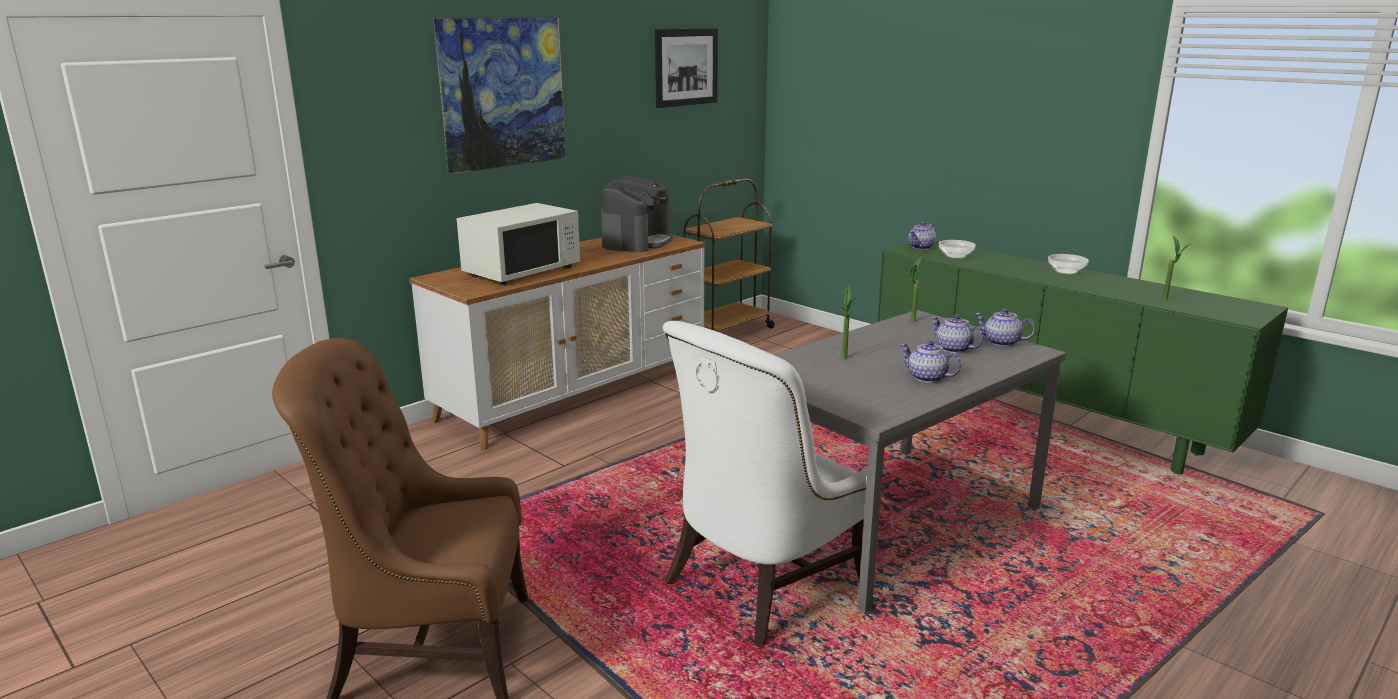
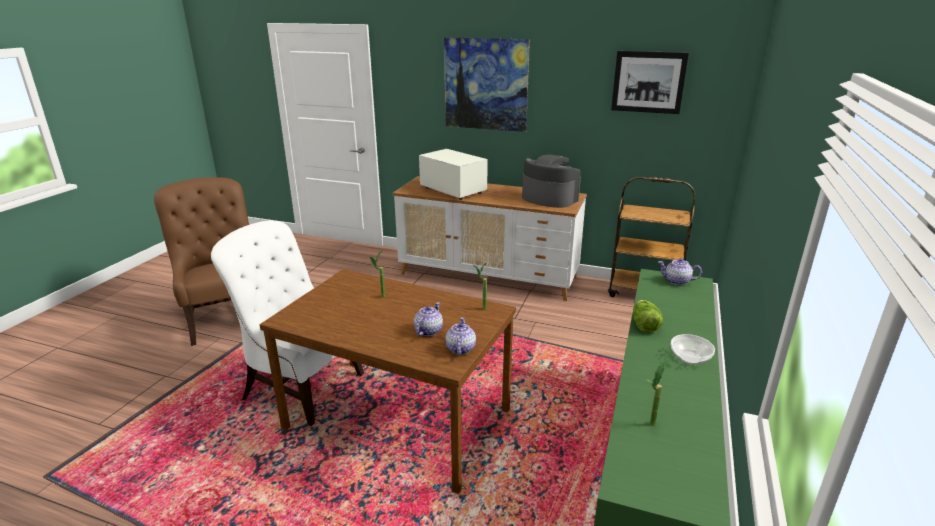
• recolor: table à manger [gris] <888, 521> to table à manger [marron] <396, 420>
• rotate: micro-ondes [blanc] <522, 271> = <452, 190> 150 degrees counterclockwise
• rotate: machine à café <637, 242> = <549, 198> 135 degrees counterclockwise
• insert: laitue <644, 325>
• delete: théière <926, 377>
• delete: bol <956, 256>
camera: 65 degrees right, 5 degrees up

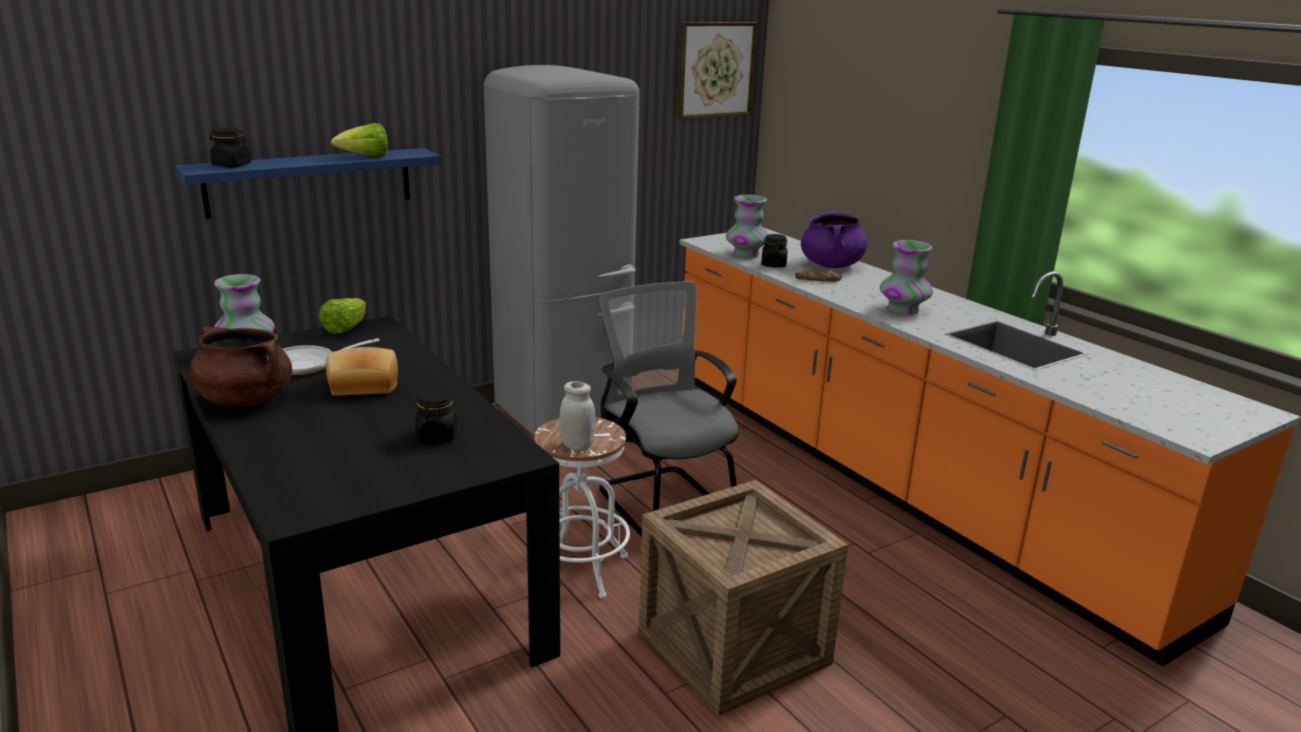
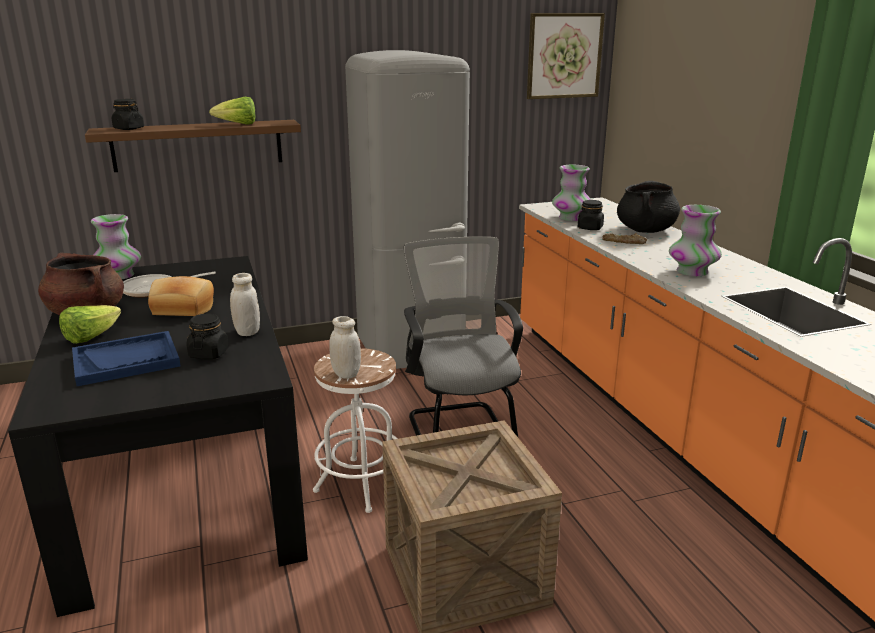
• move: laitue <345, 328> to <91, 337>
• insert: plateau [bleu] <126, 360>
• recolor: étagère [bleu] <310, 182> to étagère [marron] <198, 145>
• insert: bocal [blanc] <247, 332>
• recolor: marmite [violet] <831, 265> to marmite [noir] <645, 230>
camera: 15 degrees right, 0 degrees up

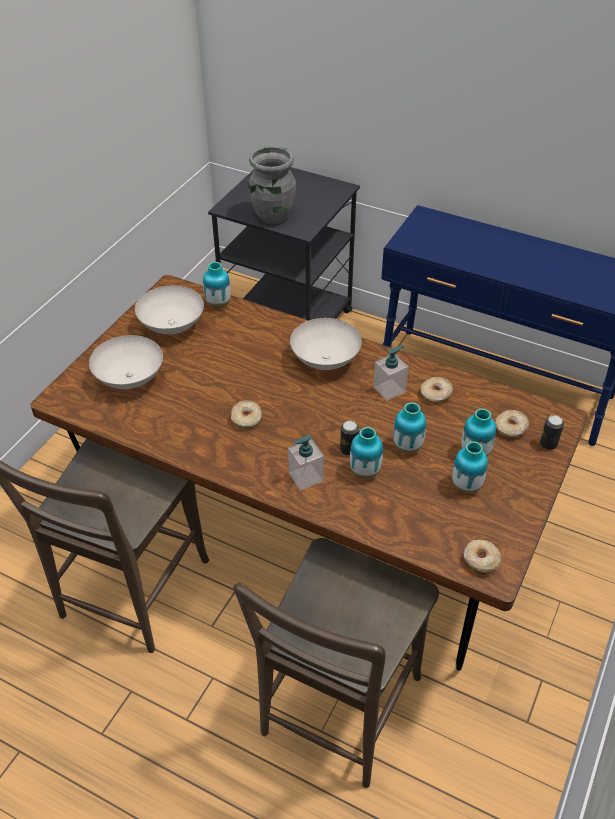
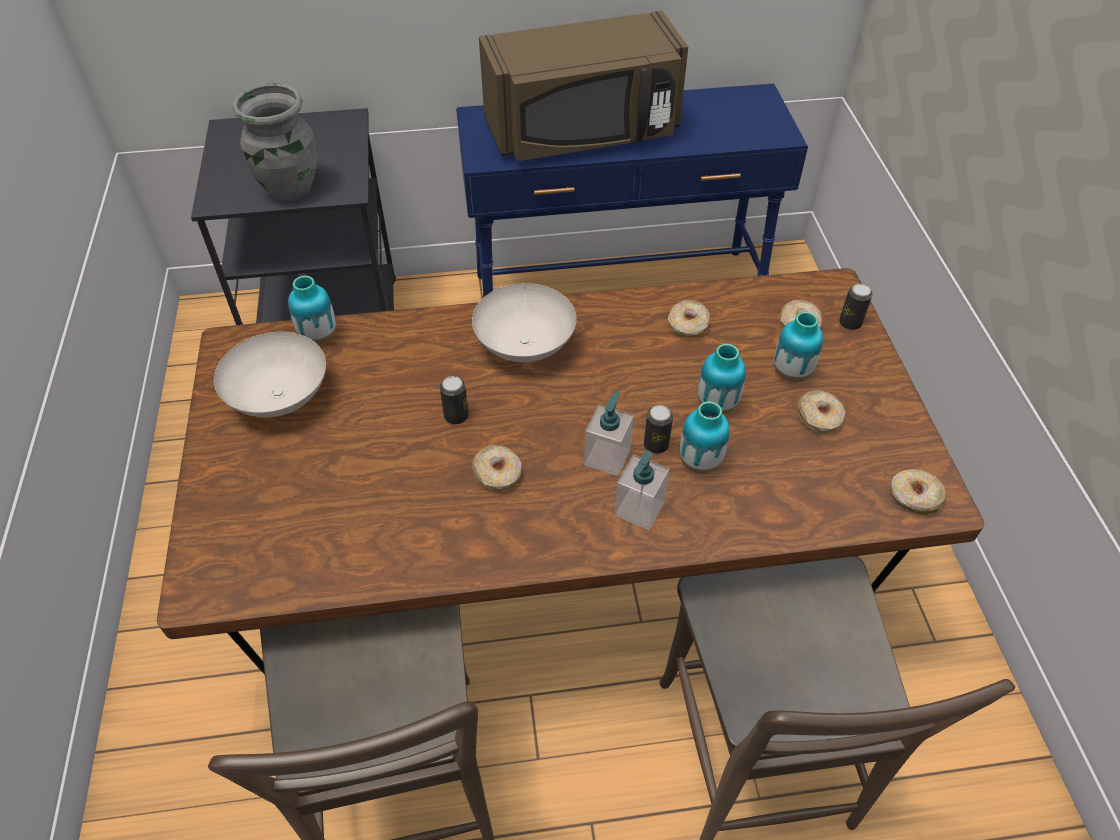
• insert: boîte métallique <456, 416>
• insert: micro-ondes [marron] <584, 132>
• move: distributeur de savon <389, 389> to <607, 457>
• replace: vase <466, 486> to beignet <819, 418>
• delete: bol [blanc] <131, 379>
camera: 35 degrees left, 5 degrees up

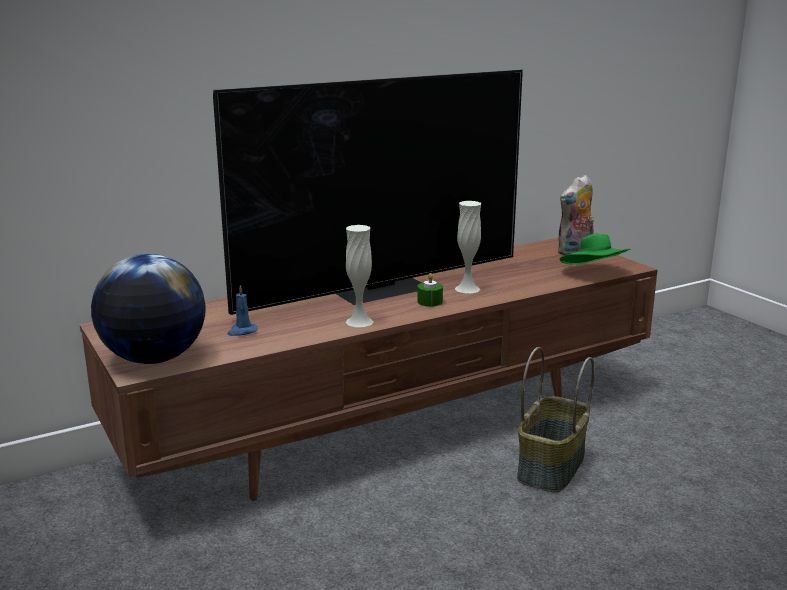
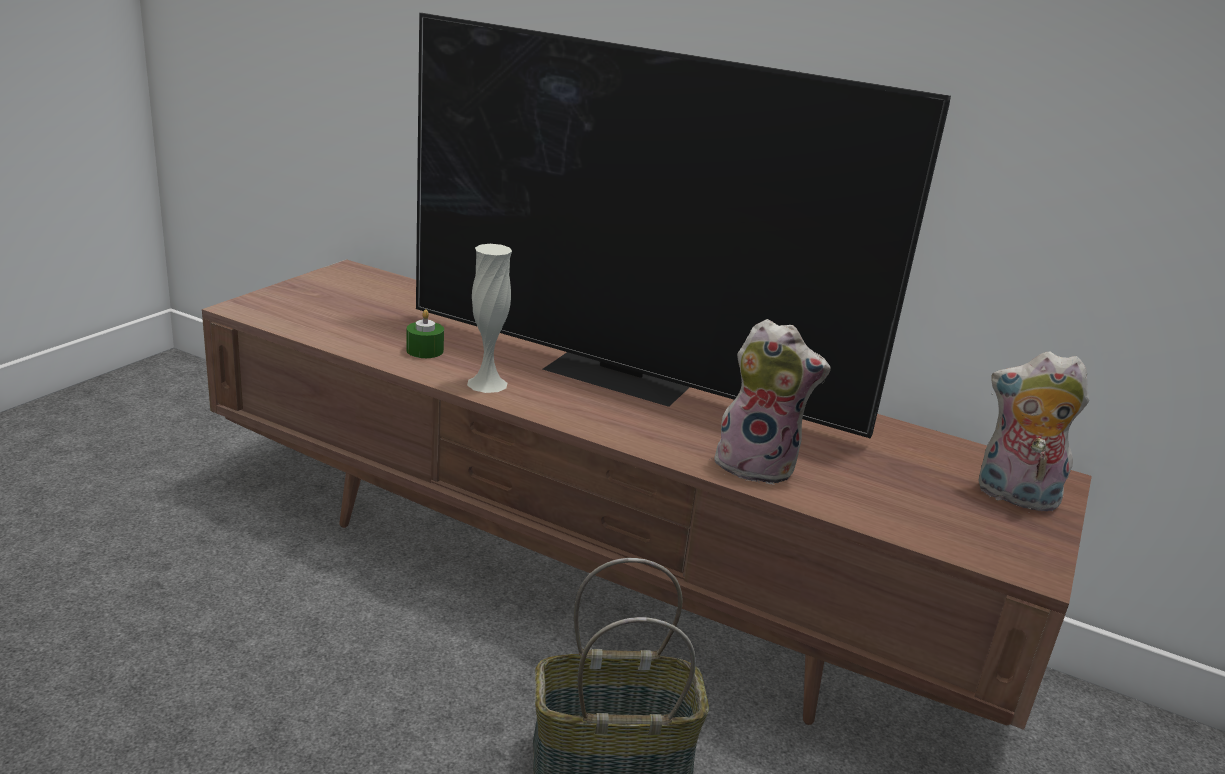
• move: bougie [vert] <430, 302> to <425, 350>
• insert: peluche <757, 466>
• delete: globe <154, 359>
• delete: bougie [bleu] <242, 331>
• delete: vase [blanc] <467, 289>
• delete: chapeau [vert] <594, 273>
camera: 55 degrees right, 5 degrees up

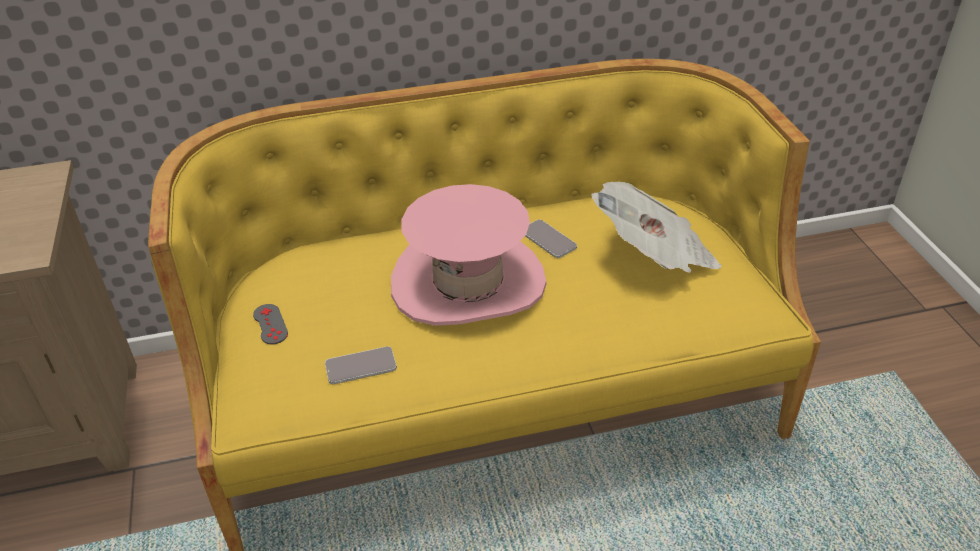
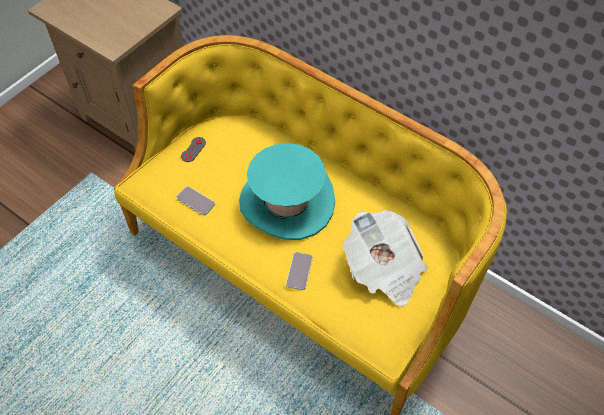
• recolor: chapeau [rose] <468, 282> to chapeau [turquoise] <287, 202>
• move: téléphone <548, 240> to <299, 271>
camera: 50 degrees right, 15 degrees up

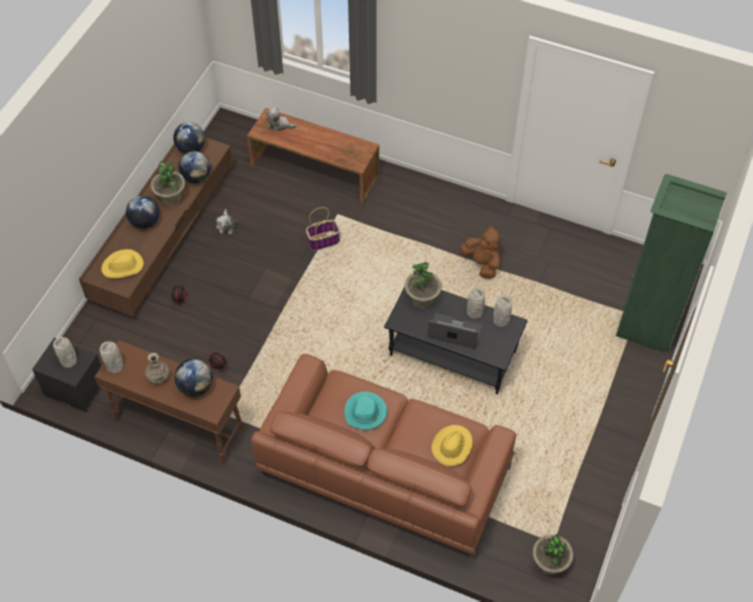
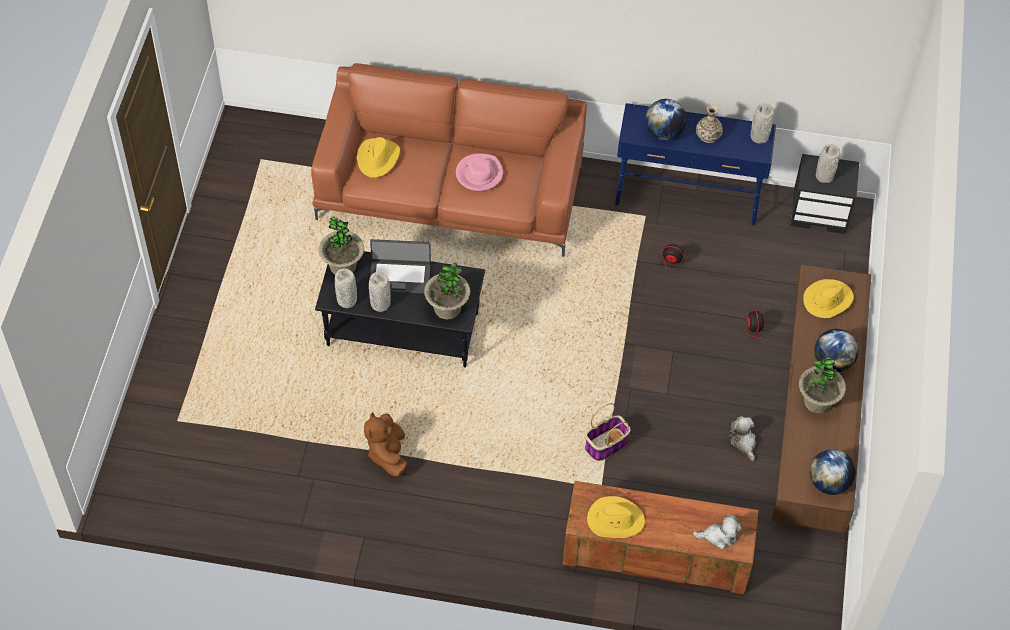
• move: plante en pot <549, 563> to <343, 266>
• rotate: peluche [marron] <482, 263> = <387, 454> 45 degrees clockwise
• recolor: chapeau [turquoise] <365, 412> to chapeau [rose] <479, 174>
• insert: chapeau [jaune] <615, 520>
• recolor: table console [marron] <179, 425> to table console [bleu] <687, 197>
• delete: globe <196, 177>
• delete: meuble de rangement [vert] <646, 329>
camera: 165 degrees right, 0 degrees up

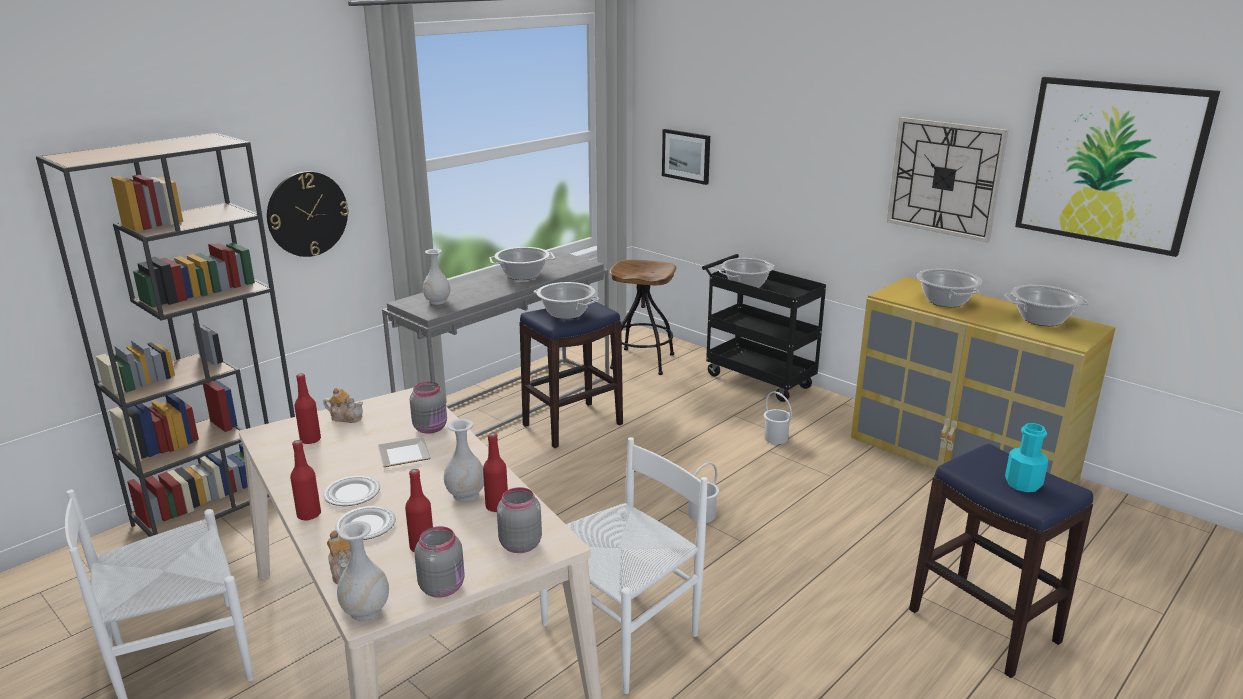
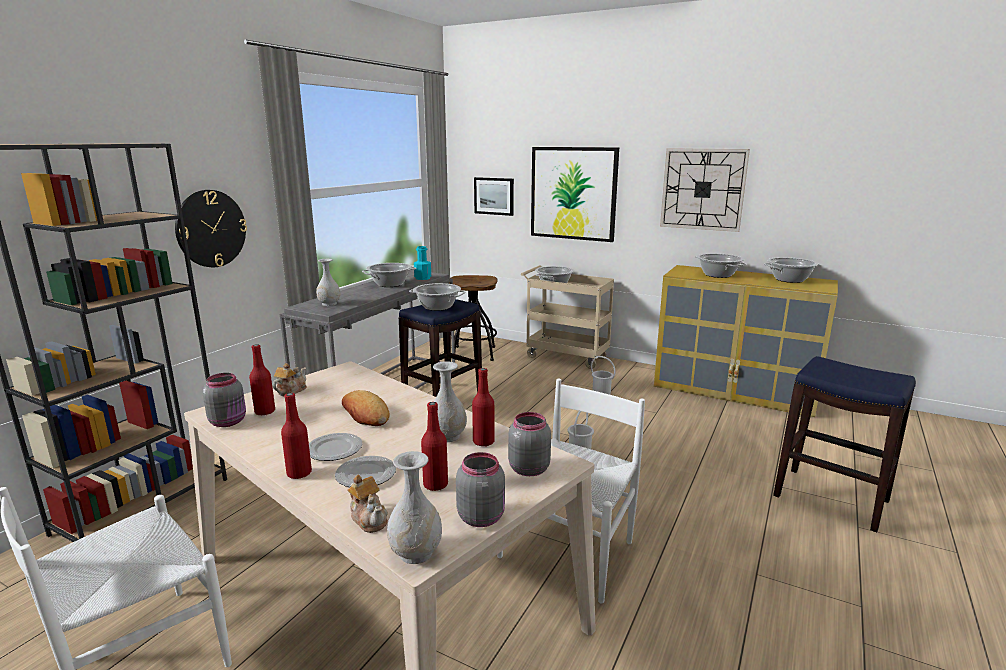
• move: bocal [gris] <431, 428> to <229, 422>
• rotate: théière <346, 417> = <291, 391> 60 degrees counterclockwise
• replace: assiette <402, 456> to pain <365, 414>
• move: bouteille [turquoise] <1023, 484> to <423, 278>
• recolor: chariot [noir] <756, 381> to chariot [beige] <564, 358>
• move: tableau <1110, 164> to <573, 193>
camera: 15 degrees left, 5 degrees down

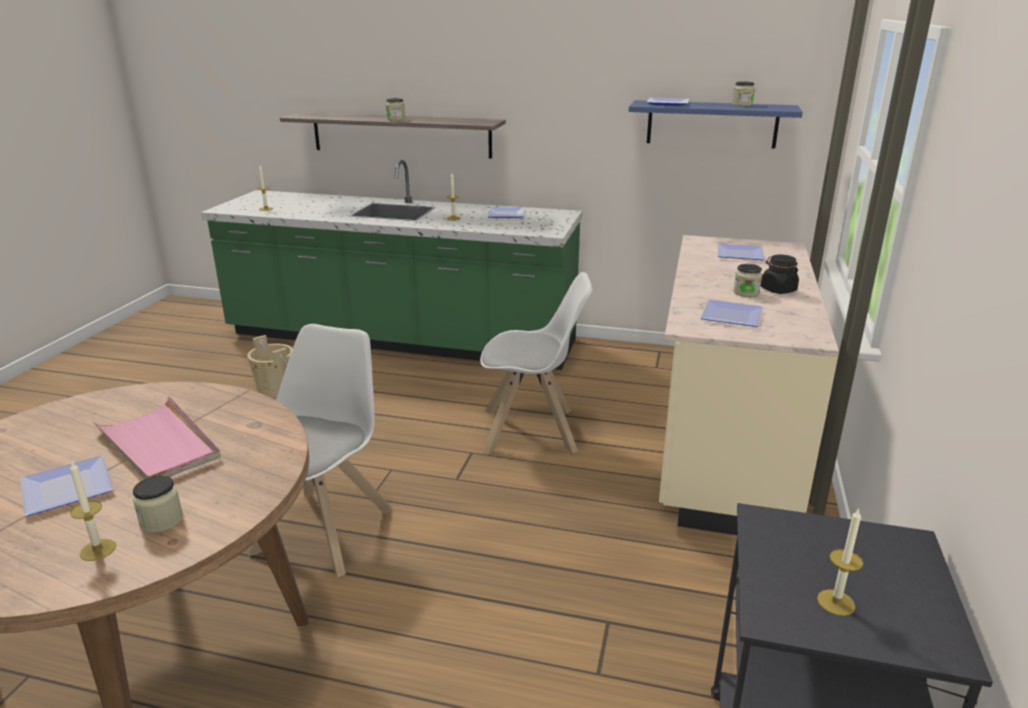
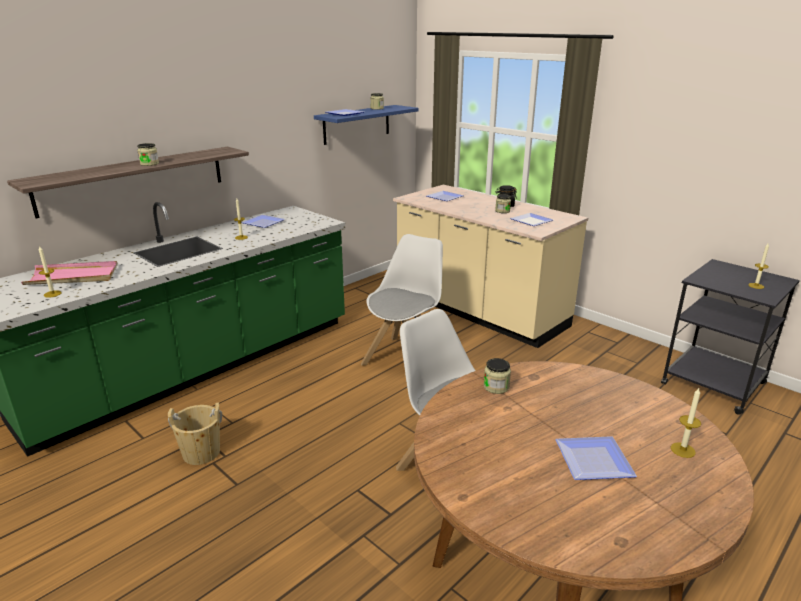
• move: plateau [rose] <159, 445> to <73, 277>
• move: bocal <161, 521> to <496, 387>
camera: 60 degrees left, 0 degrees up

